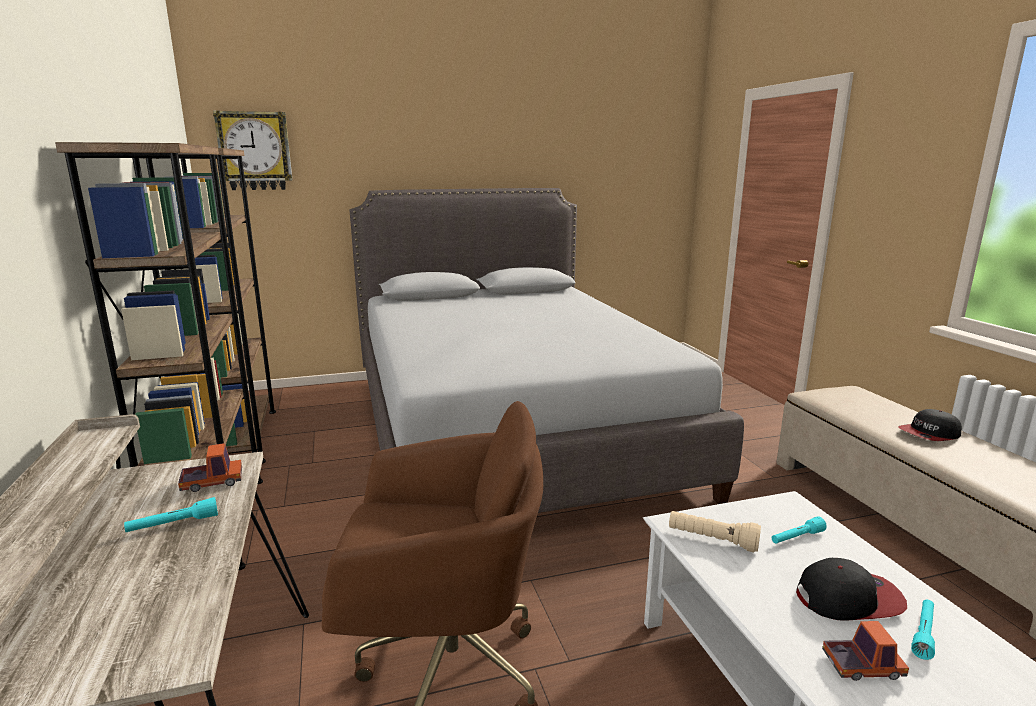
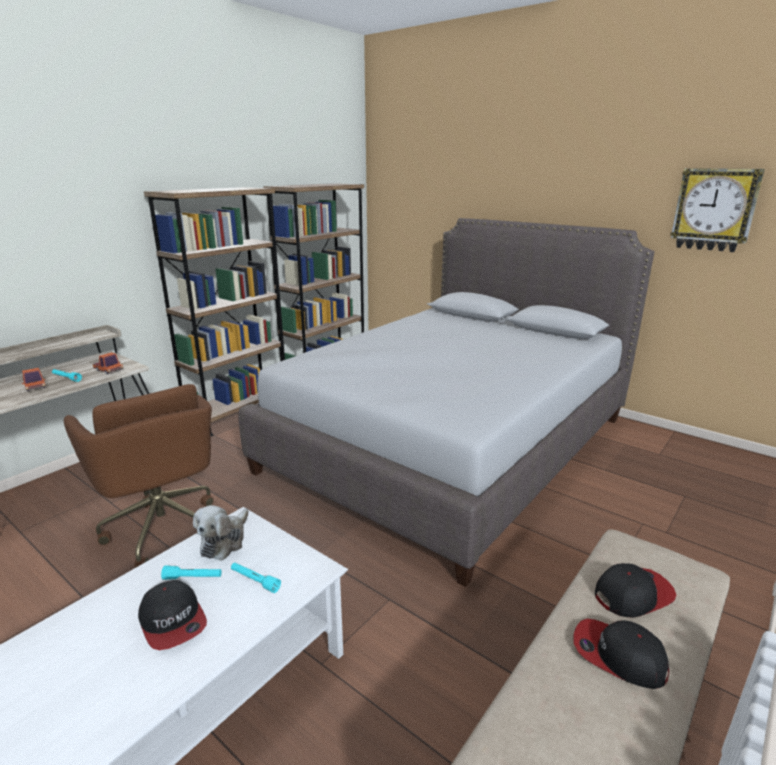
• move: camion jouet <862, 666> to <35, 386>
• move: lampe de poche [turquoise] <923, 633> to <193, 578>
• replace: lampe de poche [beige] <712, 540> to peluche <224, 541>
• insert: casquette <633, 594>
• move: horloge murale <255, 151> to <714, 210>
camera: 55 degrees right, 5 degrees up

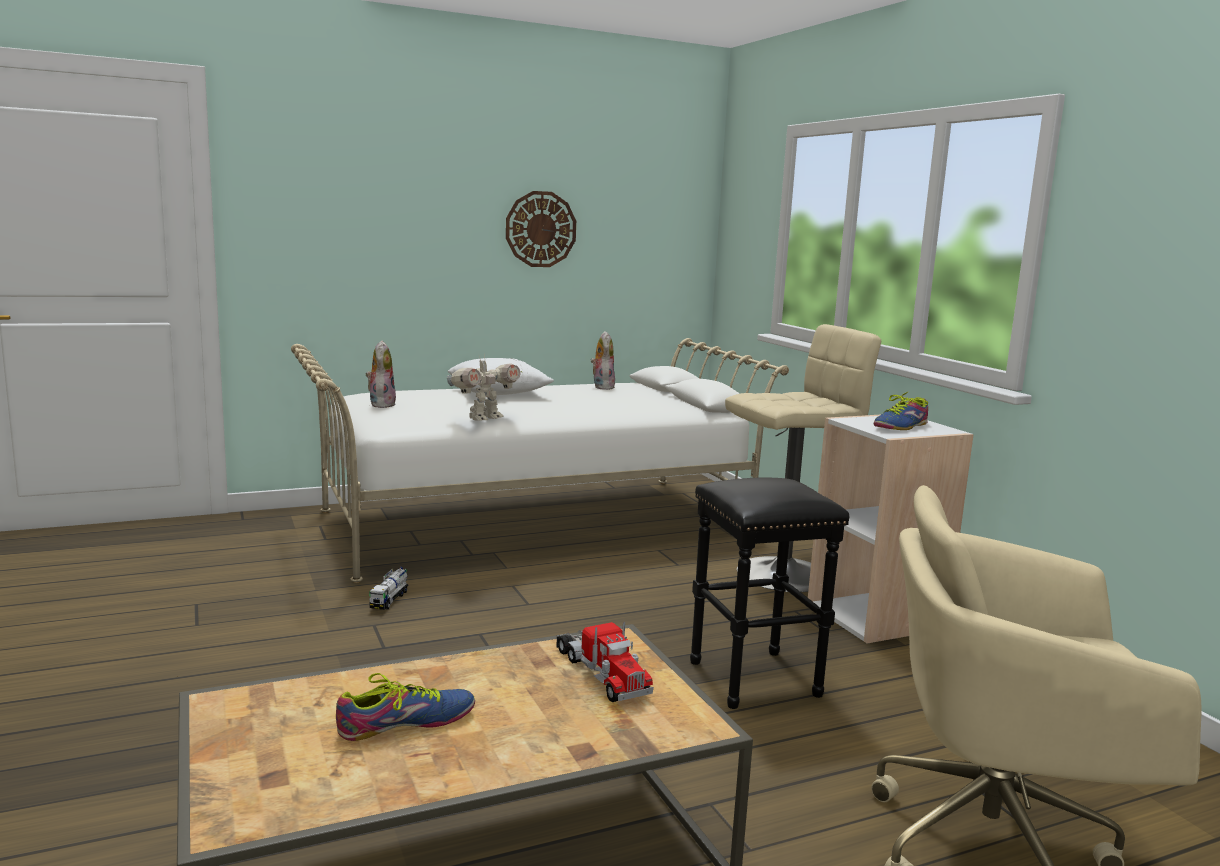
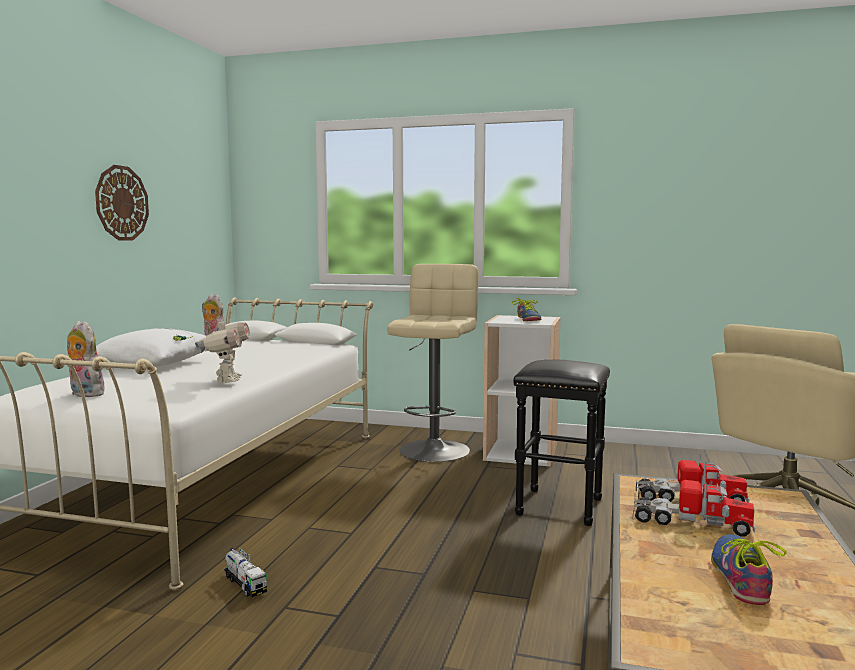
• insert: camion jouet <690, 523>
camera: 50 degrees left, 5 degrees down

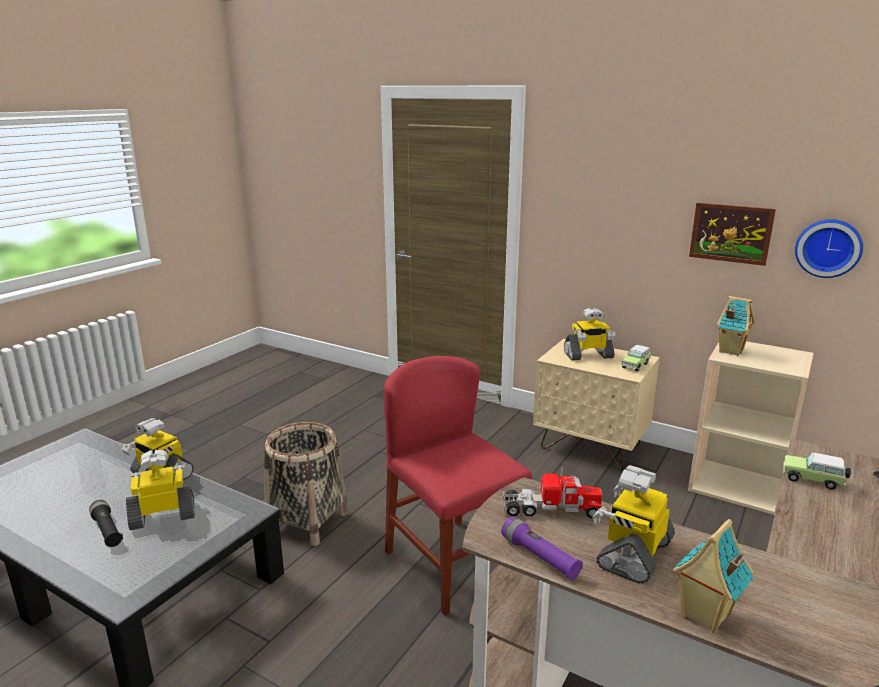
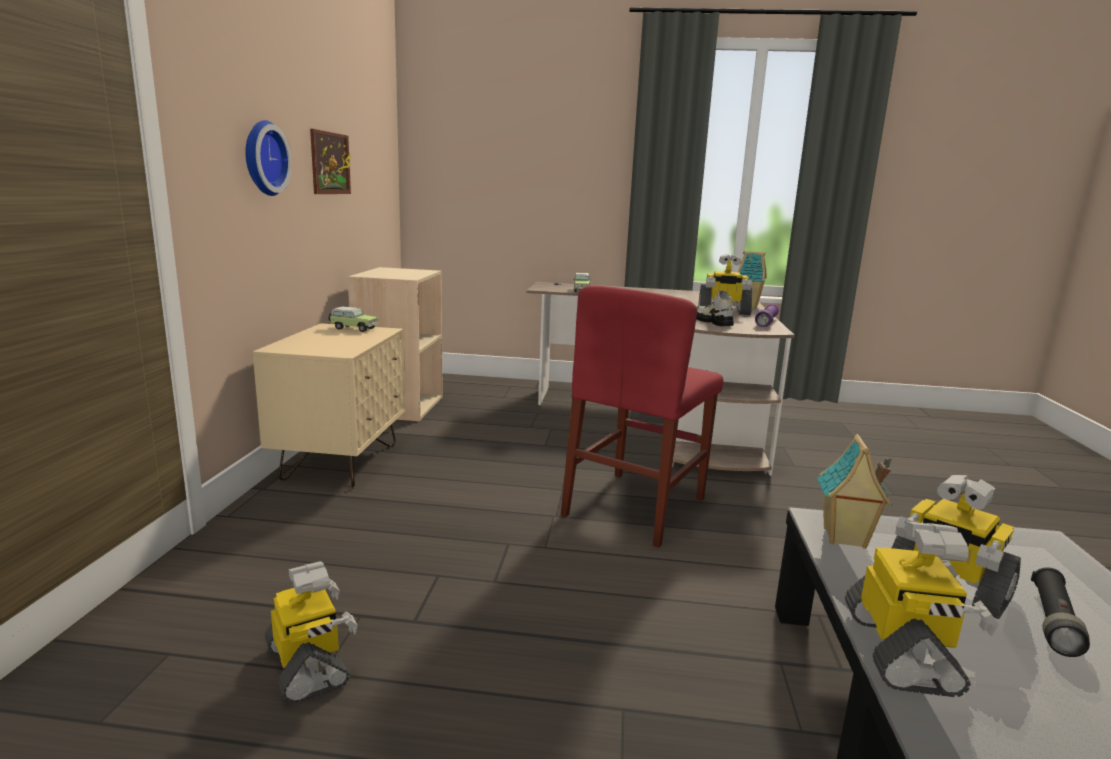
• move: horloge murale <828, 247> to <262, 158>
• move: robot jouet <588, 355> to <309, 665>
• replace: camion jouet <551, 509> to chaussure <713, 322>
• move: maison miniature <730, 351> to <844, 538>
• delete: panier <308, 521>
camera: 115 degrees left, 5 degrees down

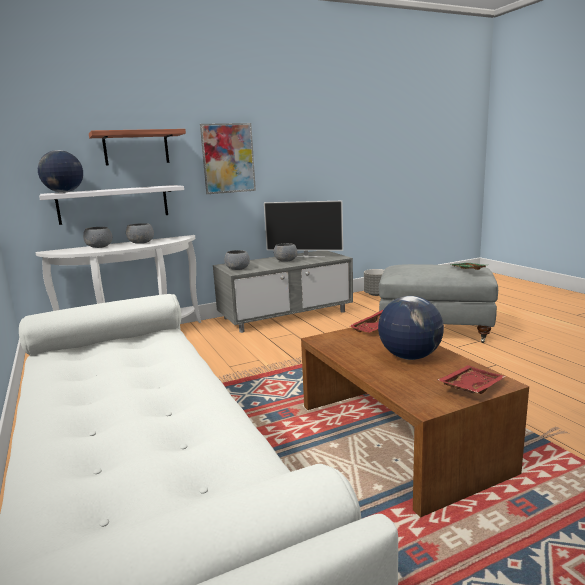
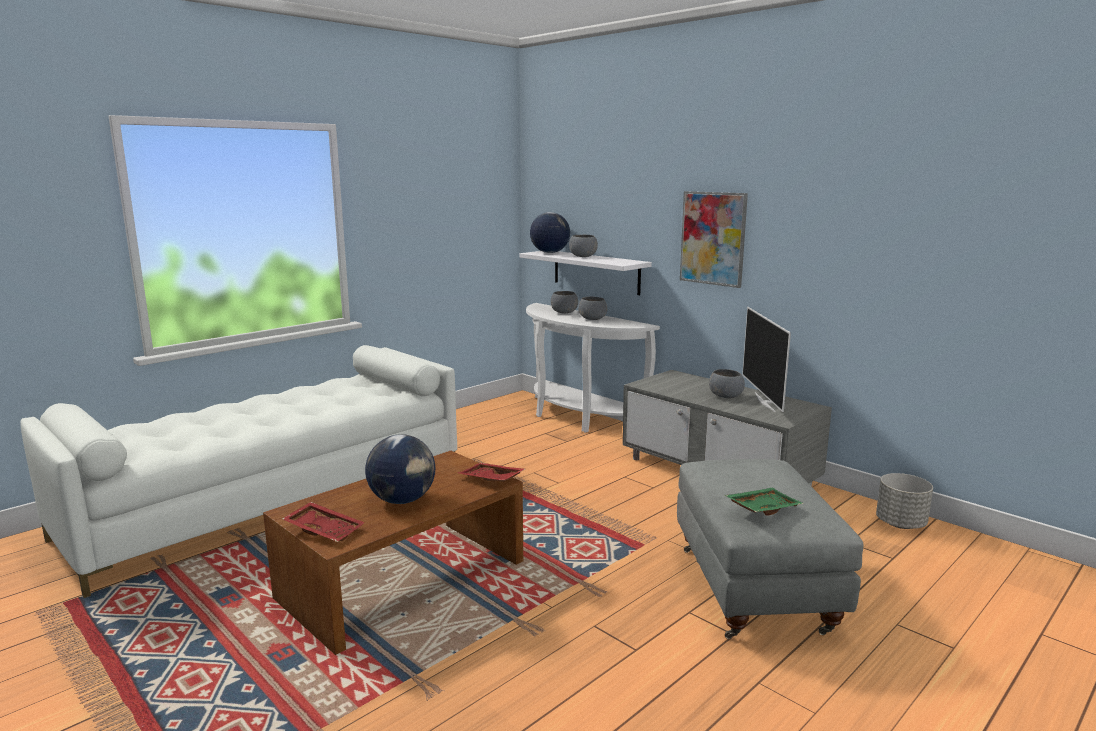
• move: bol [gris] <238, 269> to <583, 256>
• delete: étagère <136, 148>
camera: 70 degrees right, 0 degrees up

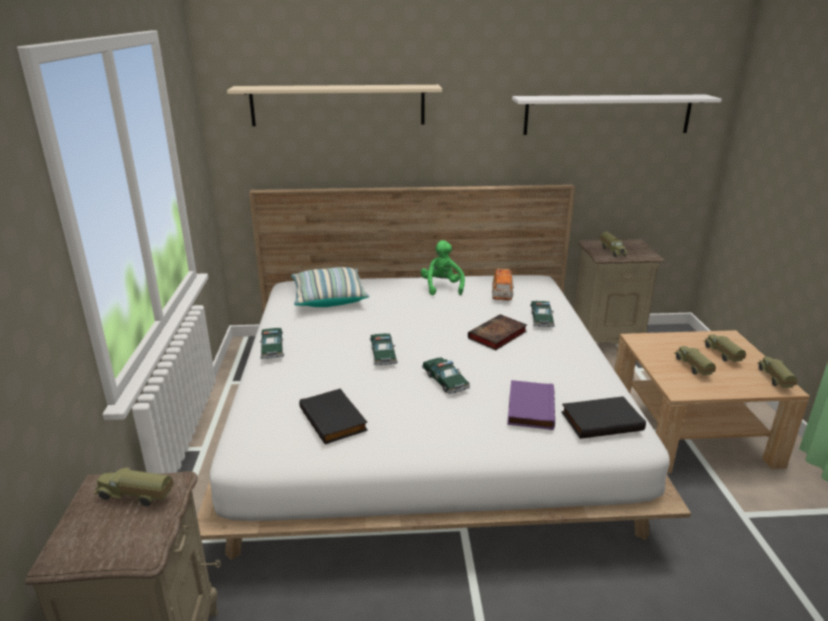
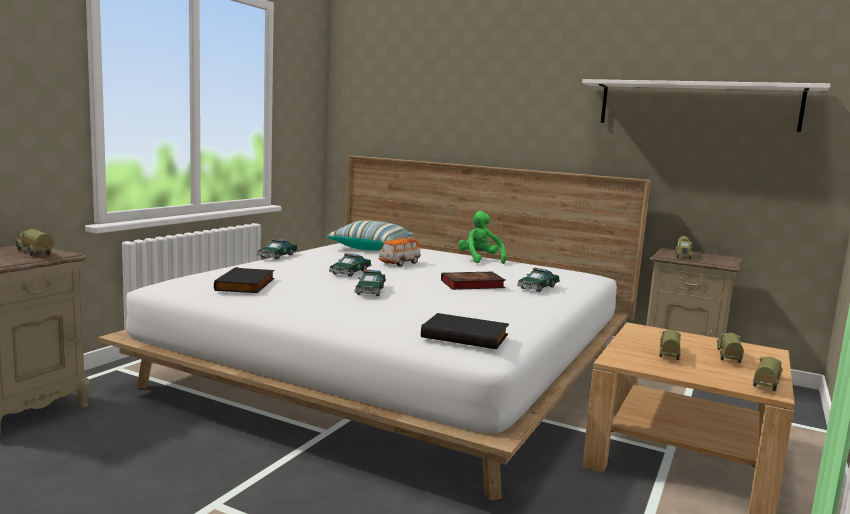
• move: petite voiture <502, 295> to <399, 263>
• rotate: peluche [vert] <442, 287> = <480, 260> 45 degrees counterclockwise
• delete: étagère [beige] <338, 105>
• delete: livre [violet] <529, 407>
camera: 30 degrees right, 15 degrees down

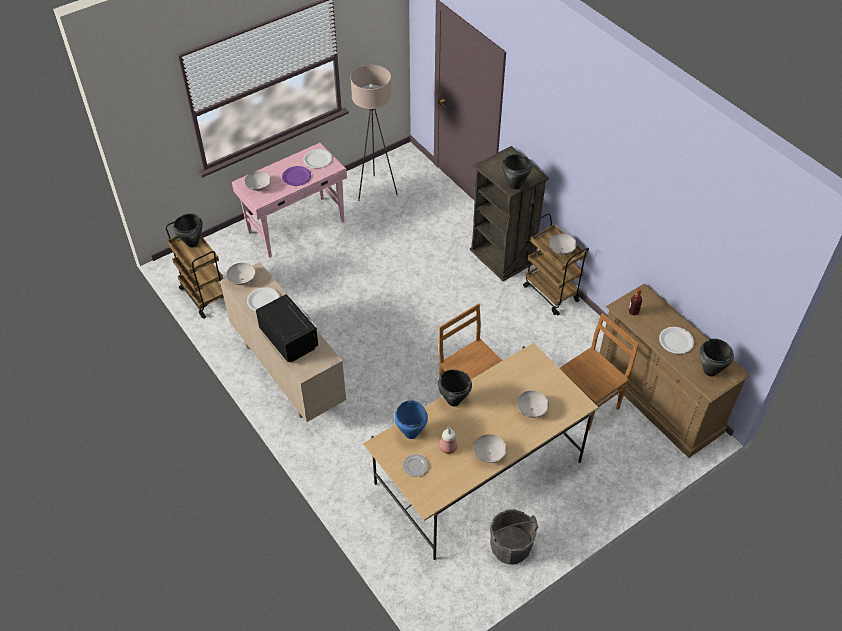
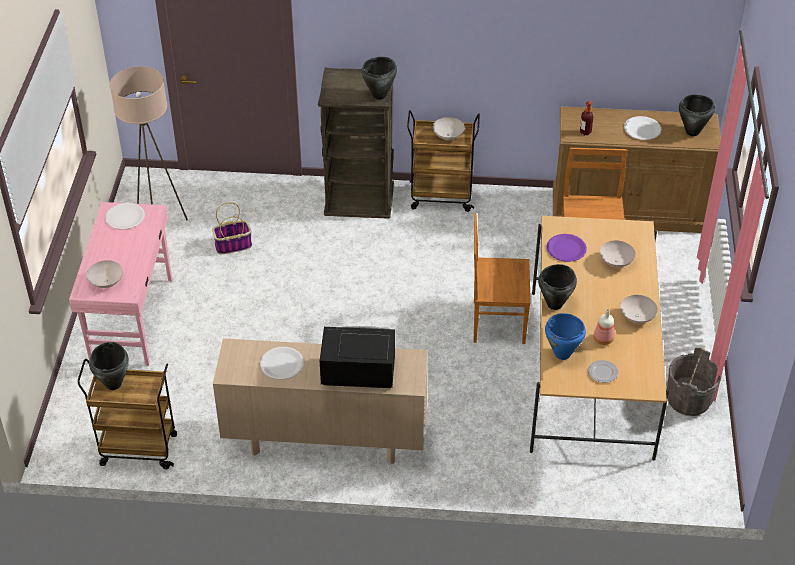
• insert: panier <233, 245>
• move: assiette [violet] <296, 177> to <566, 248>
• delete: bol [blanc] <242, 280>
camera: 50 degrees left, 5 degrees down

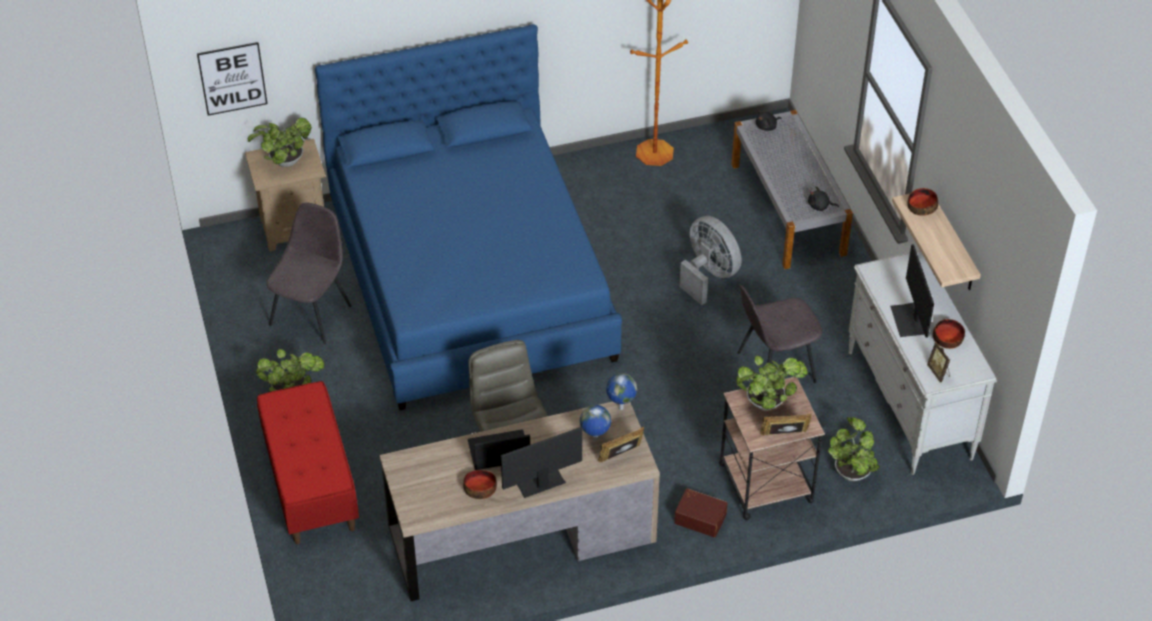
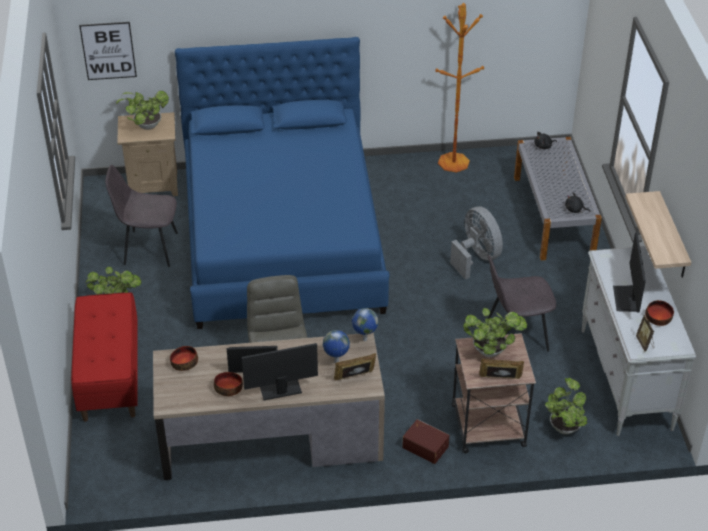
• rotate: chaise [gris] <311, 314> = <149, 248> 120 degrees counterclockwise
• move: bol <921, 207> to <184, 362>
camera: 10 degrees right, 5 degrees down

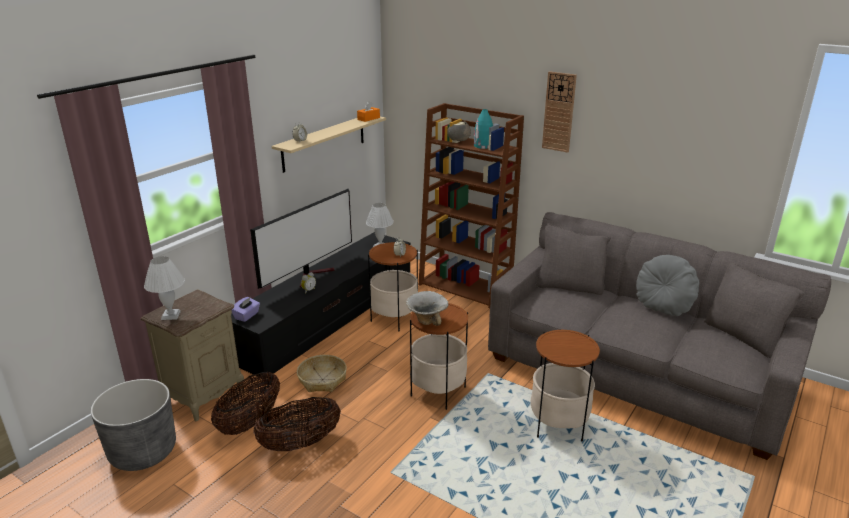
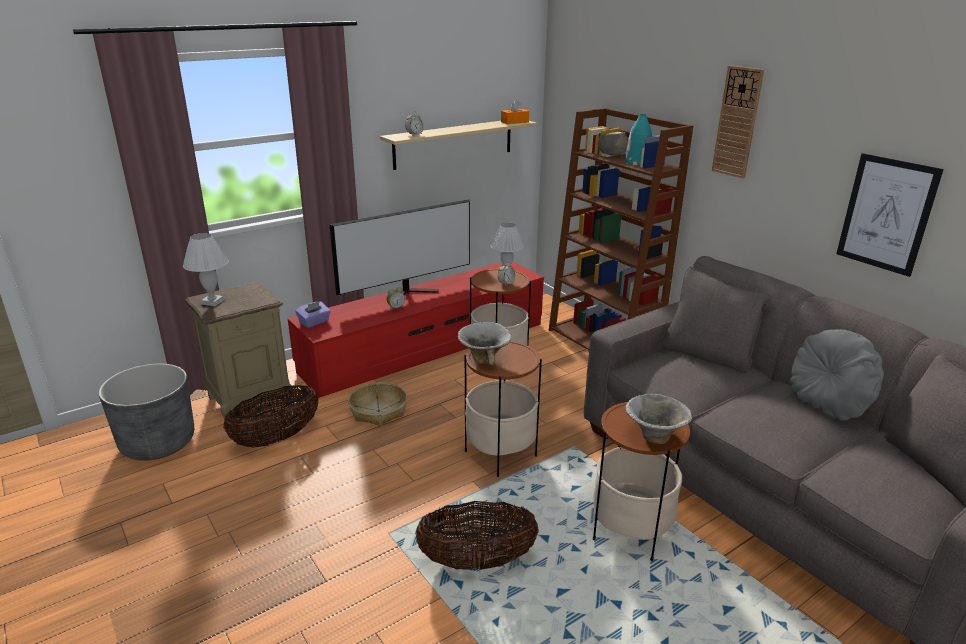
• recolor: meuble télé [noir] <327, 316> to meuble télé [rouge] <425, 345>
• move: panier <300, 443> to <477, 561>
• insert: bol <653, 437>
• insert: tableau <886, 214>
camera: 20 degrees right, 0 degrees up

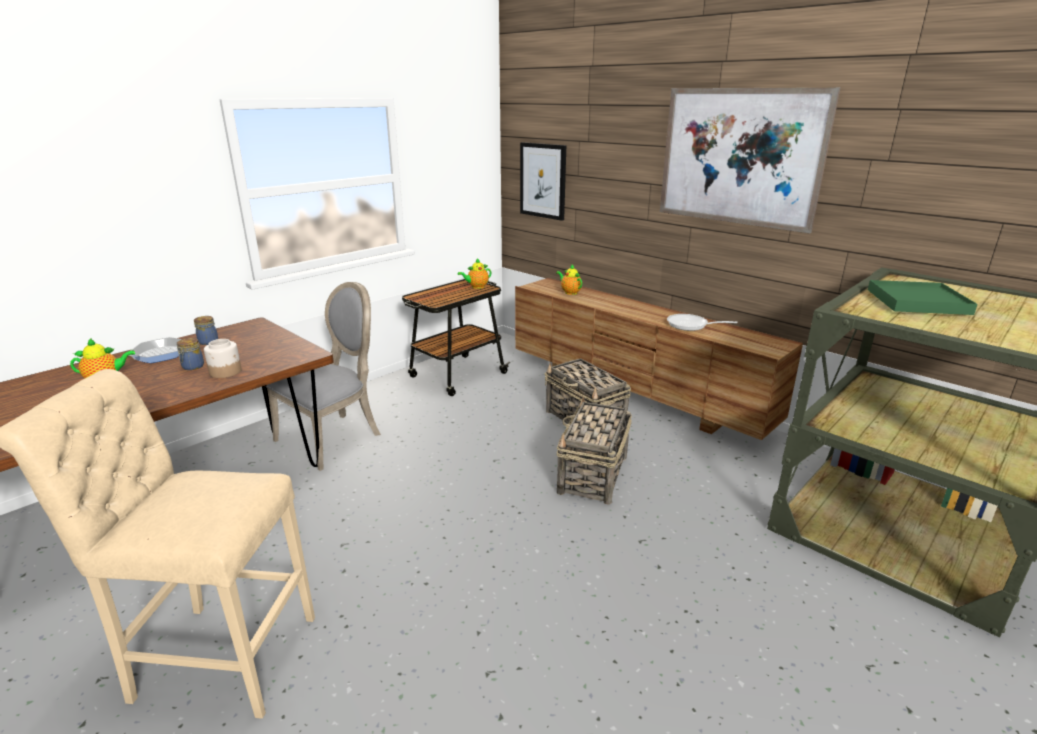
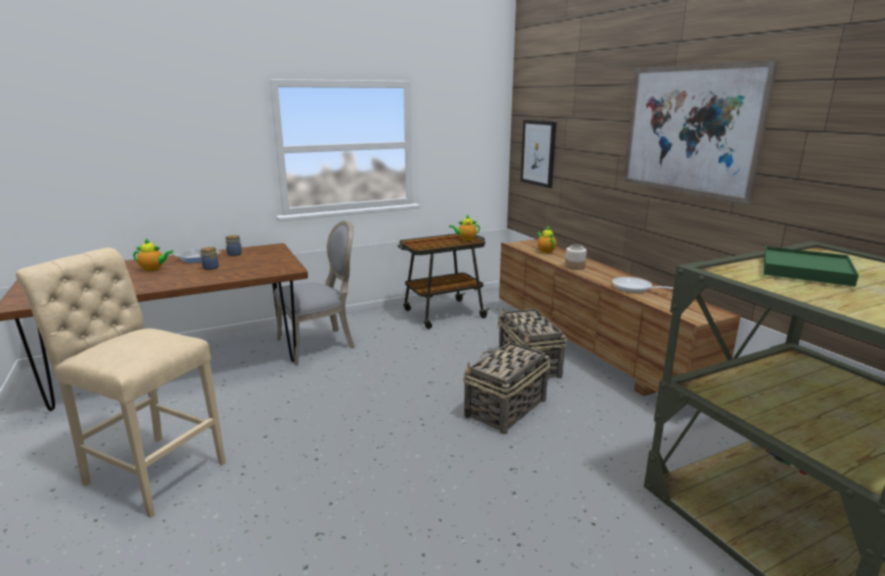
• move: bocal <226, 372> to <575, 267>
camera: 20 degrees right, 5 degrees down

